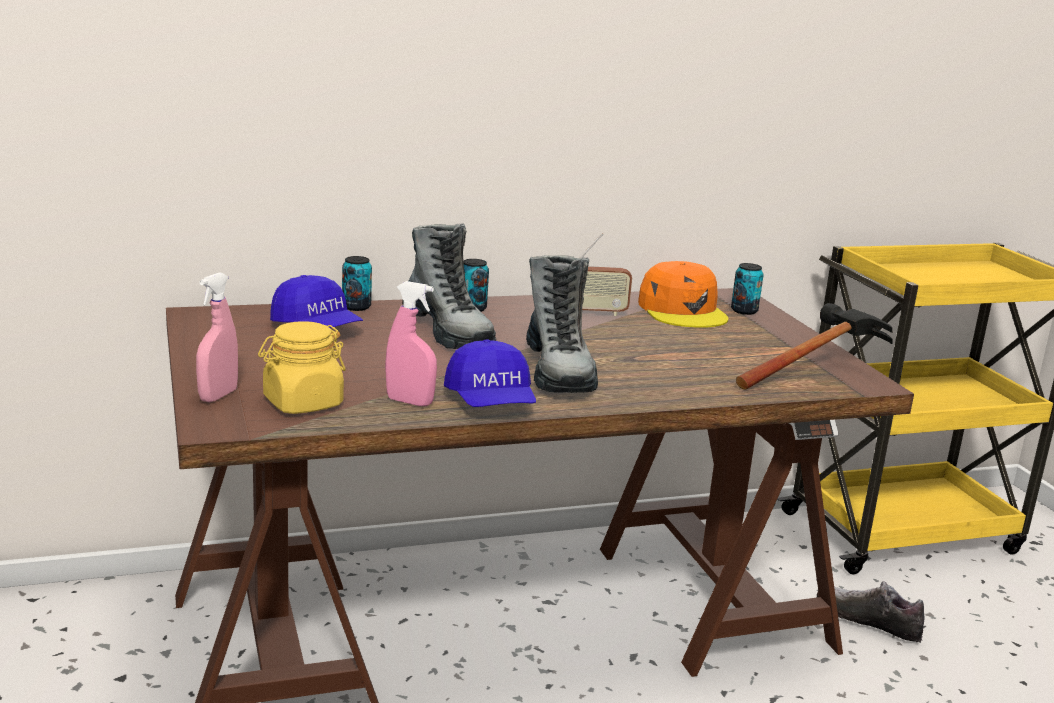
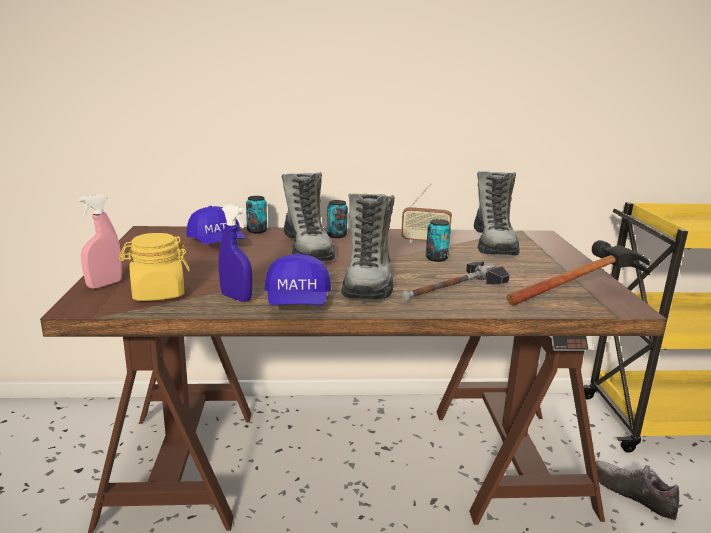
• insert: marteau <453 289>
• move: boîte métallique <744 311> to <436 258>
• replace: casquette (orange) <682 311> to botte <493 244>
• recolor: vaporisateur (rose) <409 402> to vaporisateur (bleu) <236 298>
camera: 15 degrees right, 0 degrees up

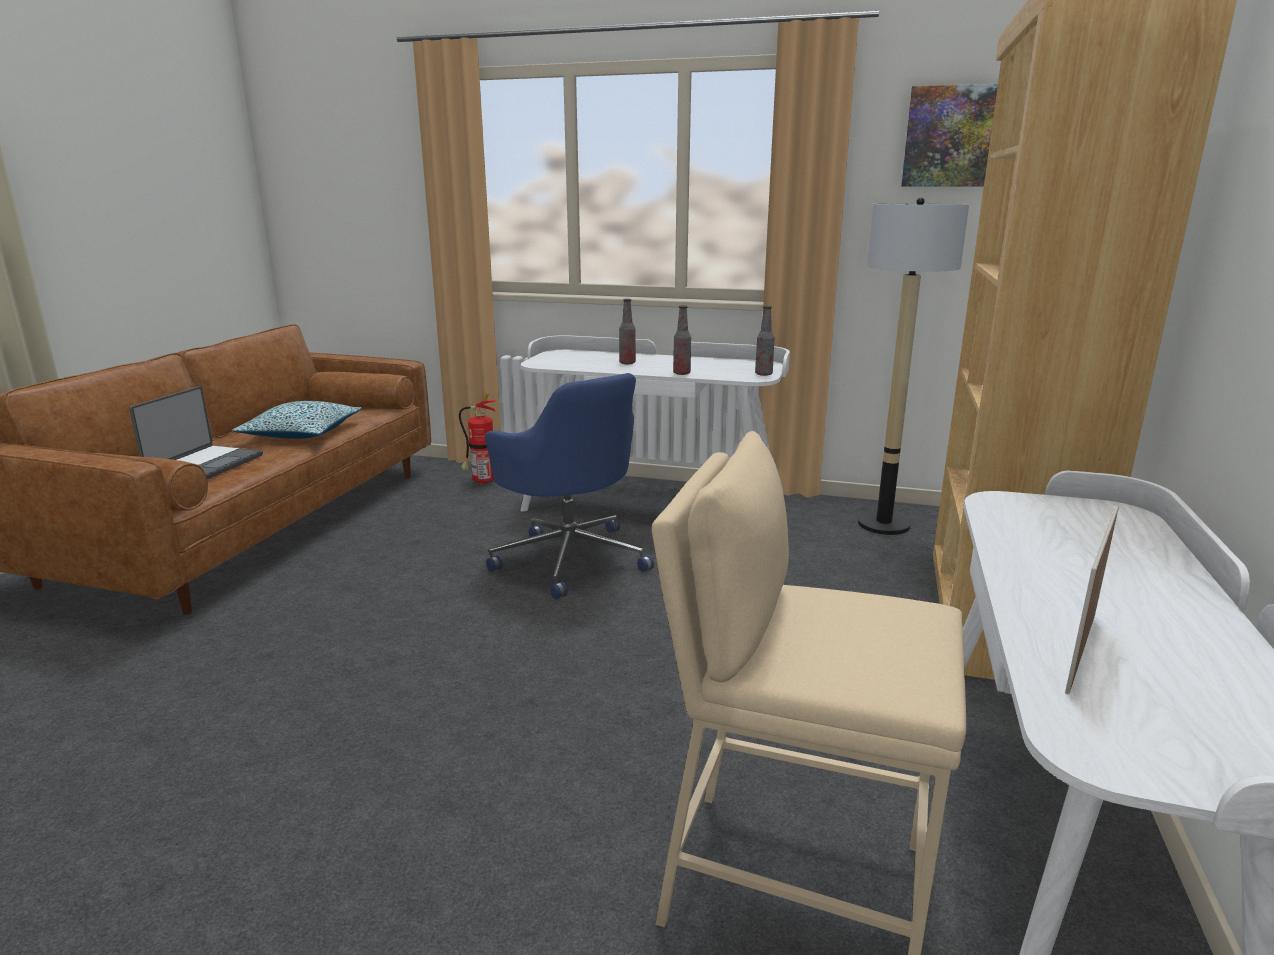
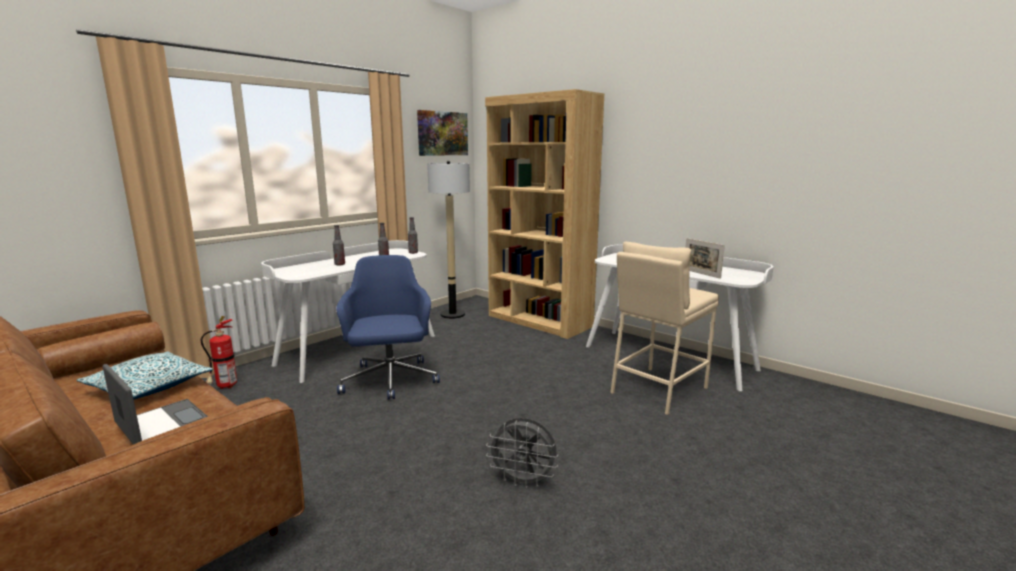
• insert: ventilateur (gris) <523 481>
• rotate: chaise de bureau (bleu) <570 558> = <390 380> 90 degrees counterclockwise
camera: 65 degrees left, 5 degrees down

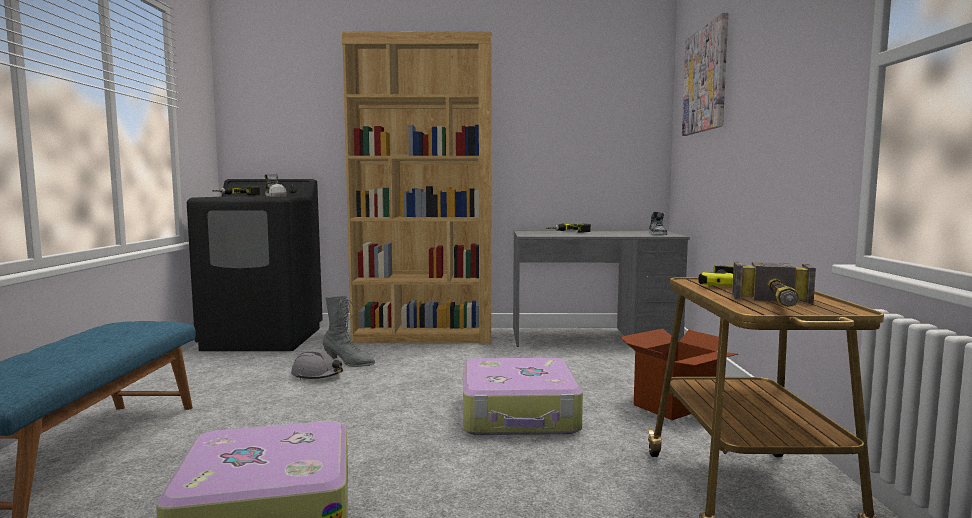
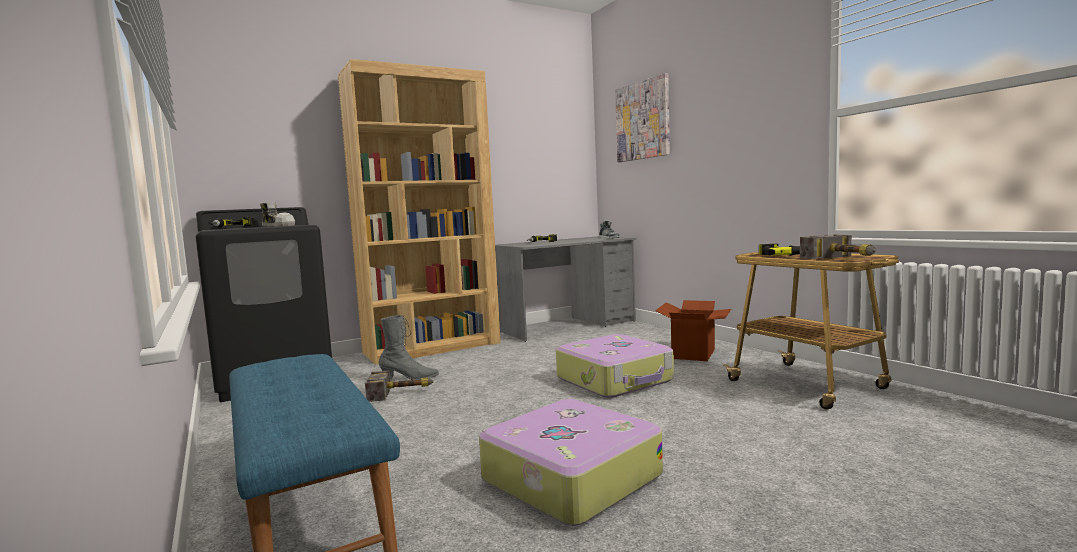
• replace: casque de chantier (gris) <317 376> to marteau <402 393>
camera: 30 degrees left, 0 degrees up

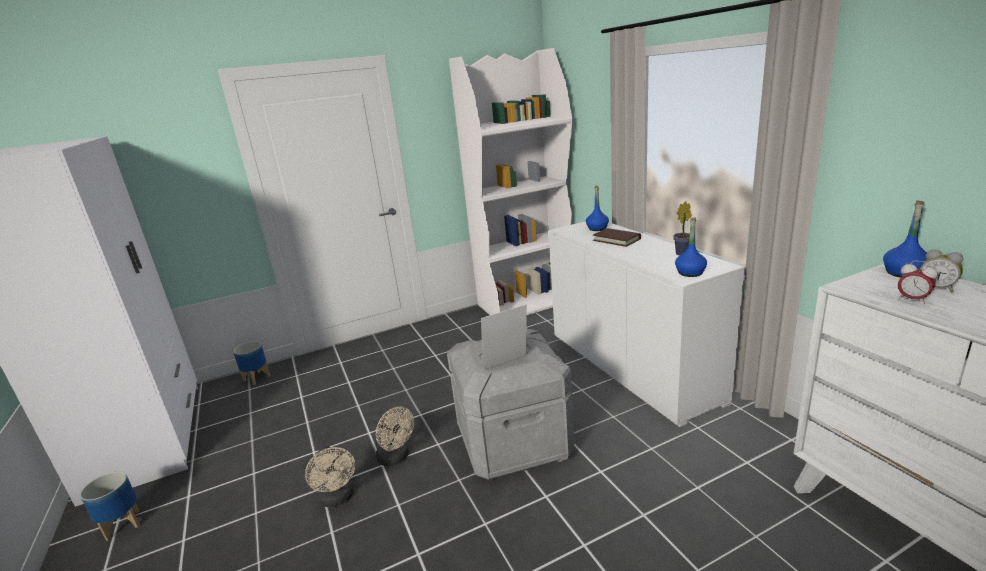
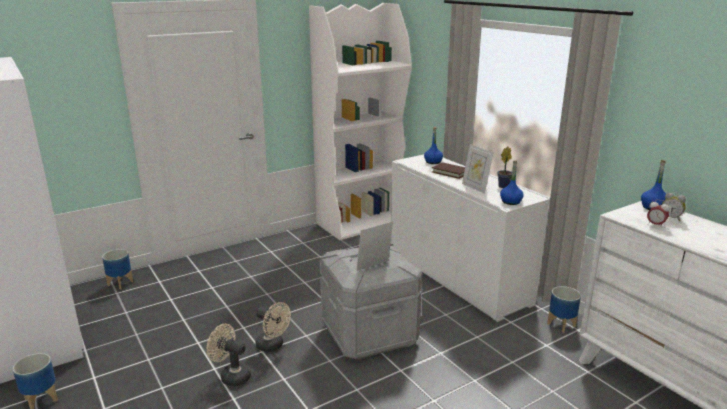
• insert: cadre photo <475 188>
• insert: cache-pot <561 325>
• rotate: ventilateur (beige) <338 498> = <231 376> 150 degrees clockwise
camera: 10 degrees left, 0 degrees up

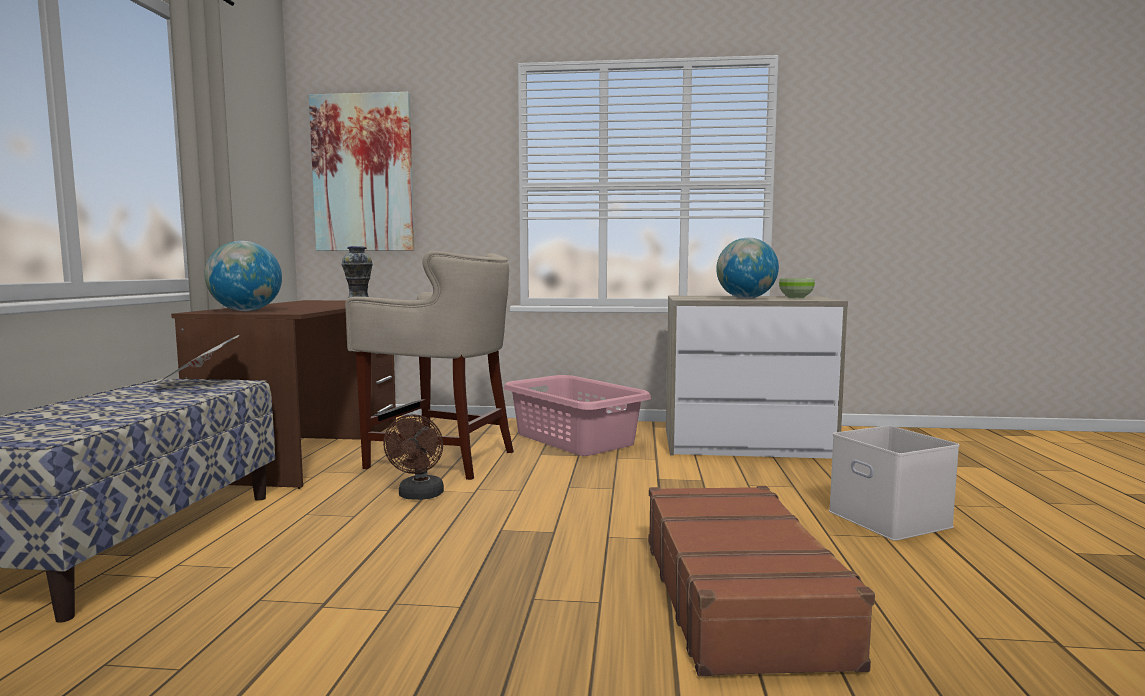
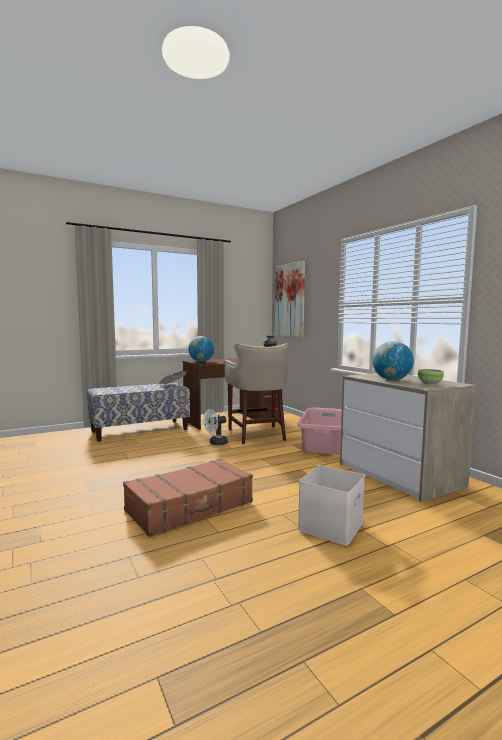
• recolor: ventilateur (marron) <419 496> to ventilateur (blanc) <215 443>
camera: 55 degrees right, 0 degrees up

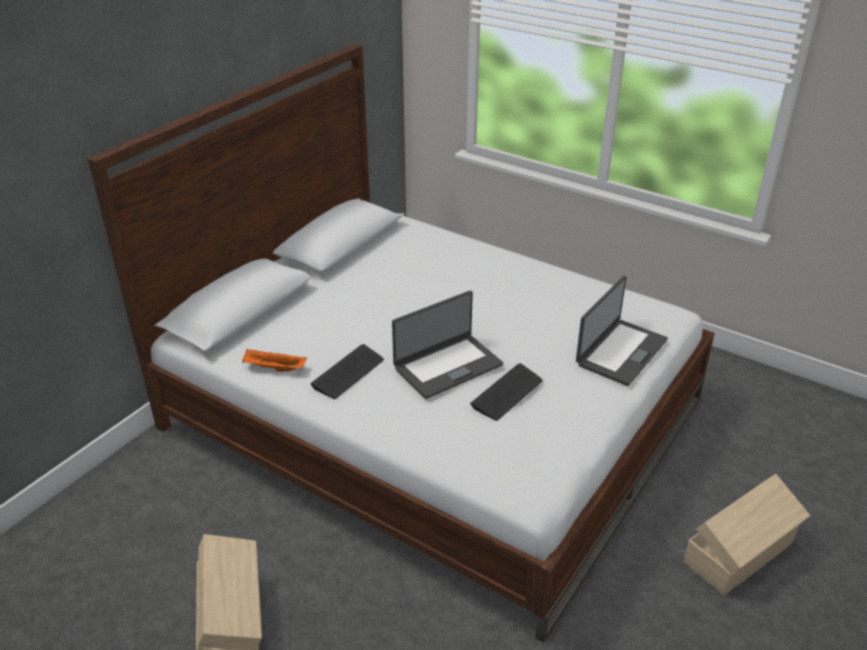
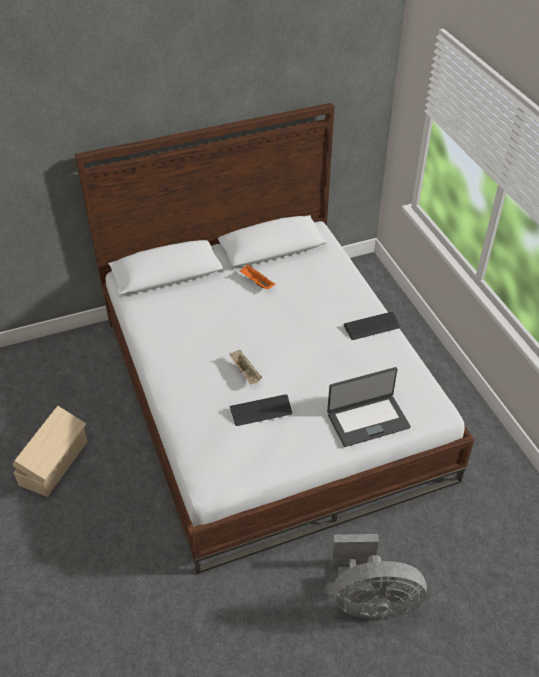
• move: plateau (orange) <274 368> to <256 282>
• move: clavier <348 373> to <372 327>
• replace: ordinateur portable <447 366> to plateau (beige) <246 372>
• replace: boîte de rangement (beige) <740 553> to ventilateur (gris) <370 600>
camera: 35 degrees right, 10 degrees up

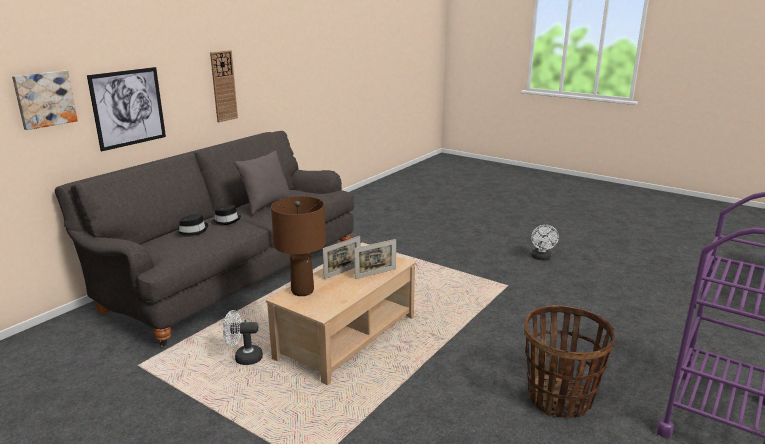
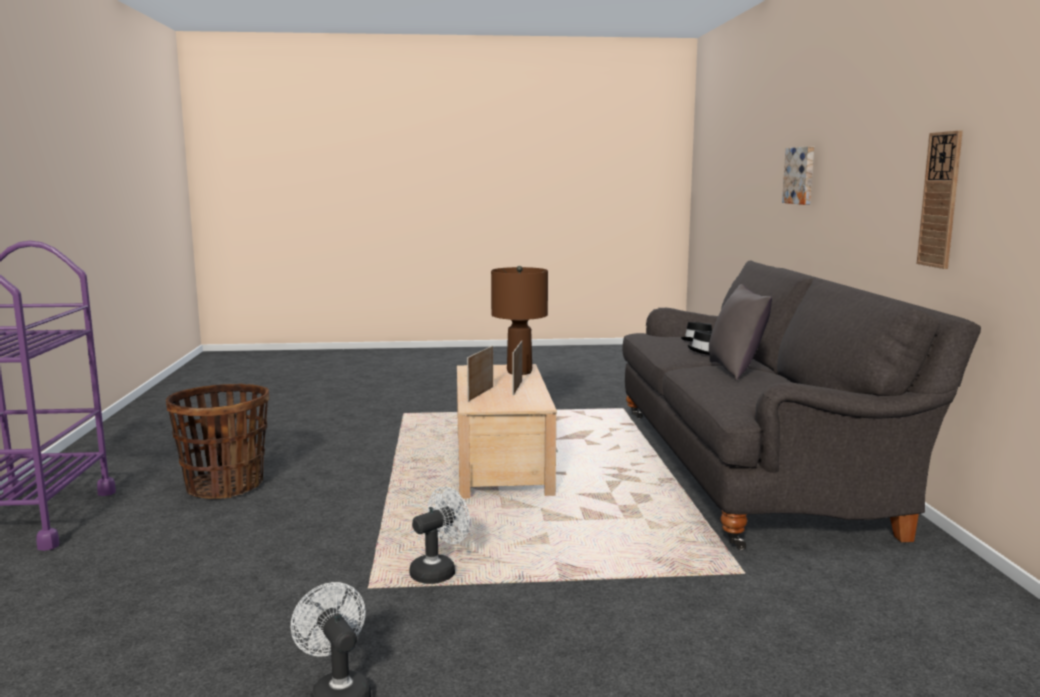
• delete: tableau <128 108>
• move: ventilateur (blanc) <243 358> to <438 571>
camera: 140 degrees right, 10 degrees down

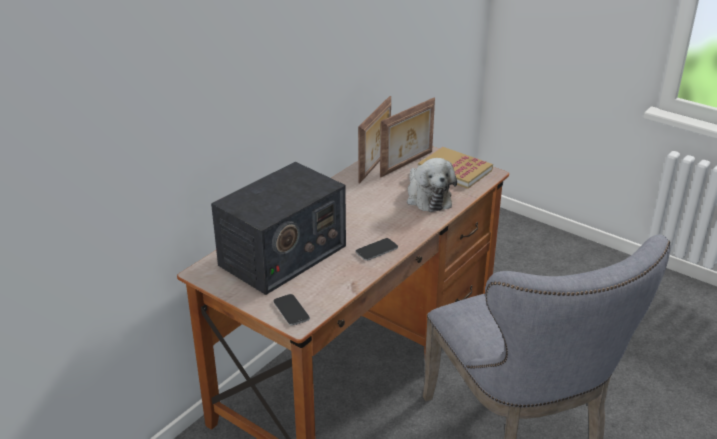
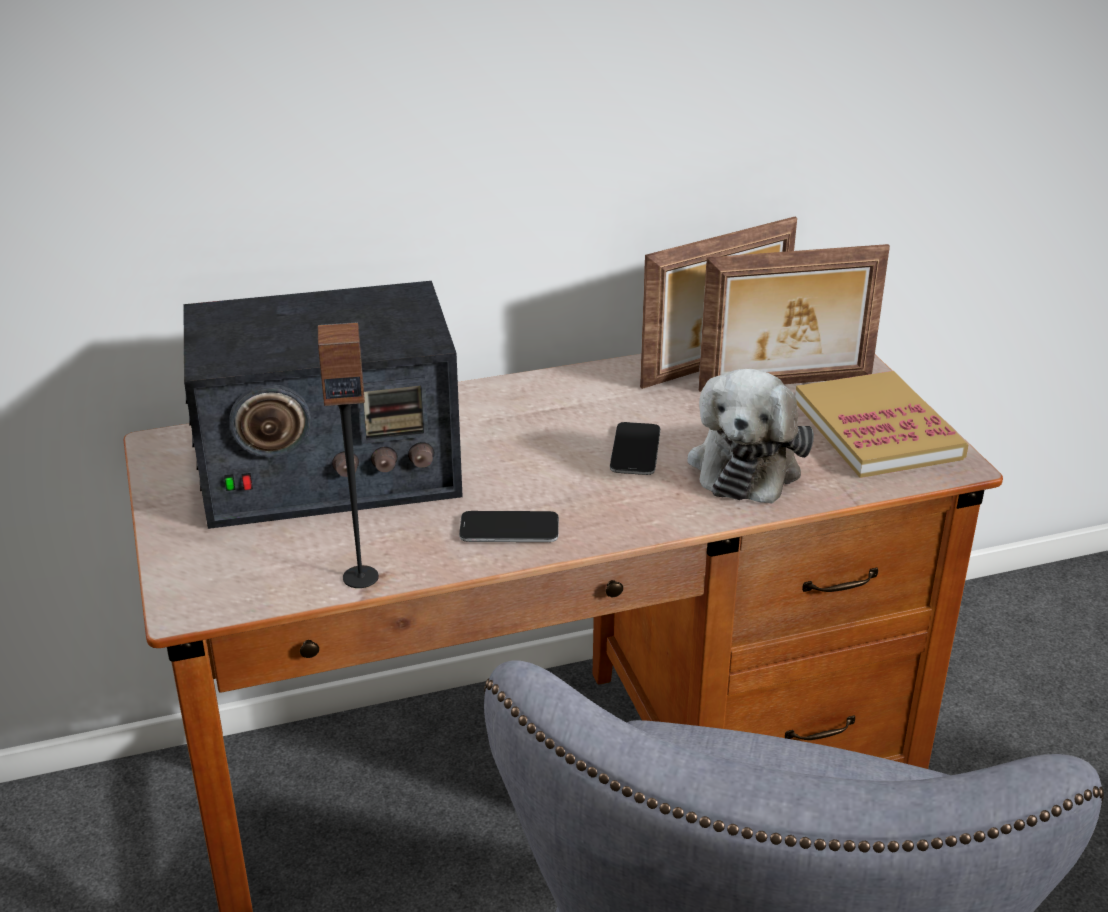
• insert: enceinte <360 577>
• move: téléphone <291 310> to <635 450>
camera: 35 degrees right, 0 degrees up

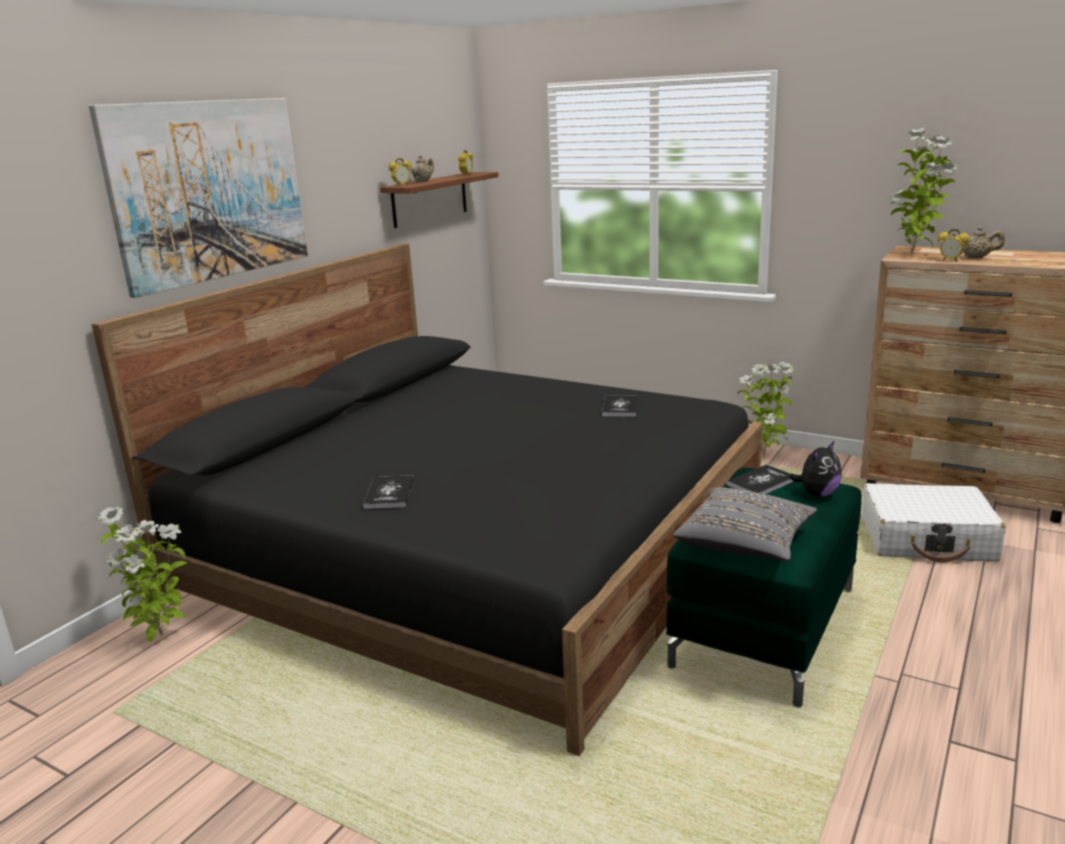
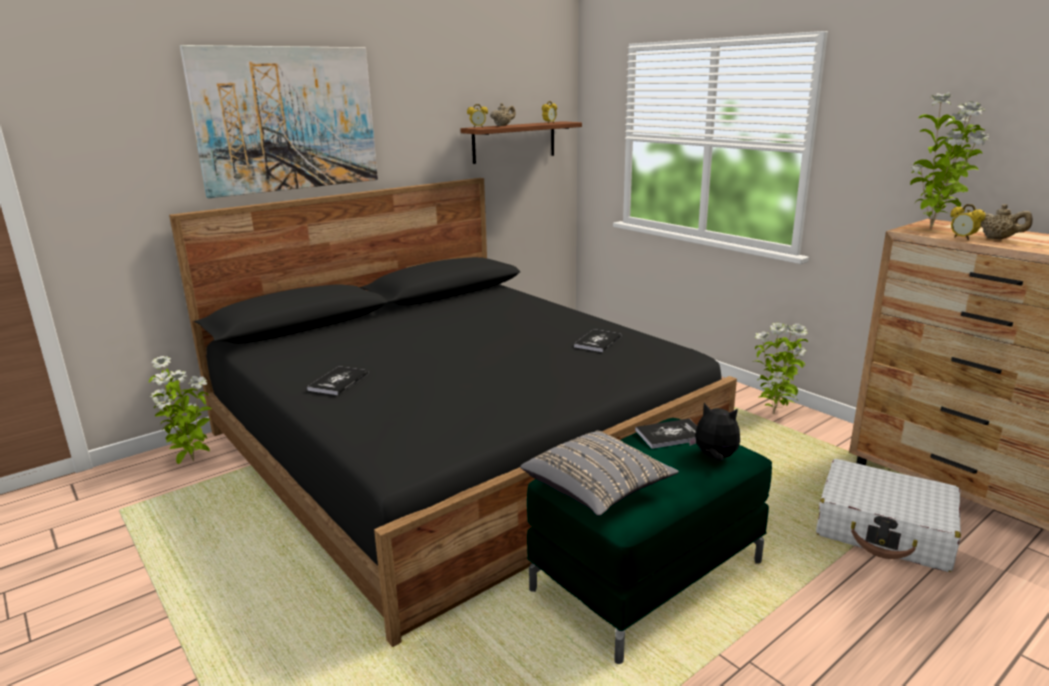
• rotate: peluche <817 494> = <715 457> 135 degrees counterclockwise
camera: 20 degrees right, 0 degrees up

